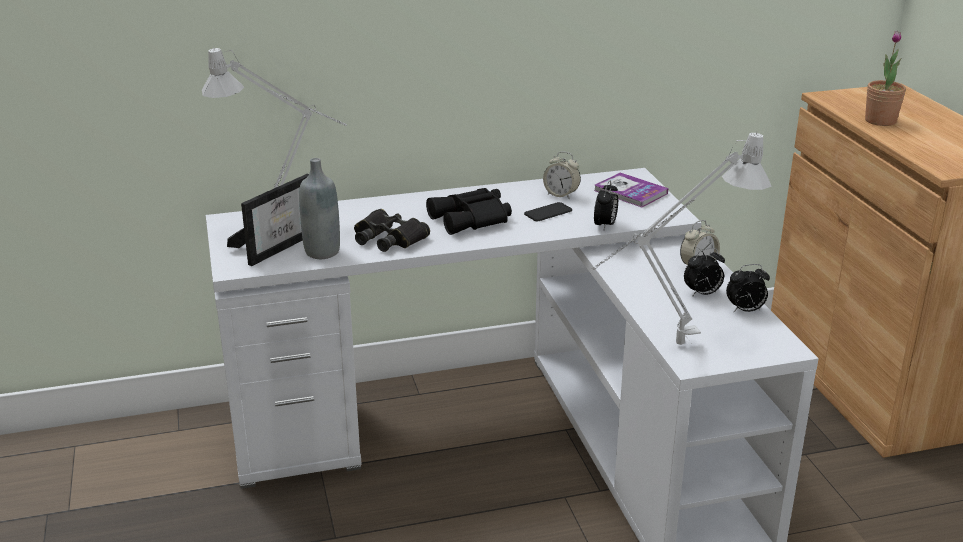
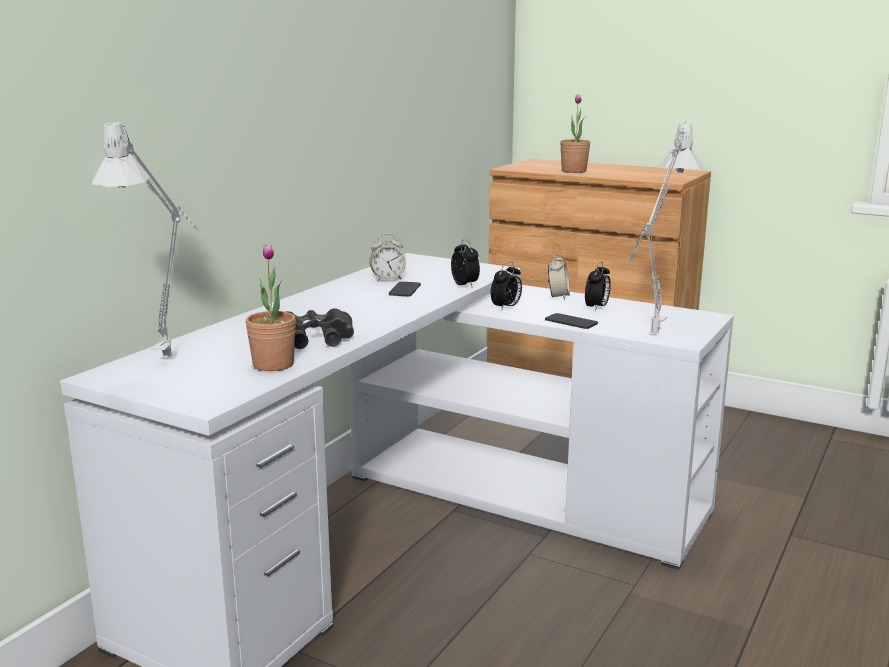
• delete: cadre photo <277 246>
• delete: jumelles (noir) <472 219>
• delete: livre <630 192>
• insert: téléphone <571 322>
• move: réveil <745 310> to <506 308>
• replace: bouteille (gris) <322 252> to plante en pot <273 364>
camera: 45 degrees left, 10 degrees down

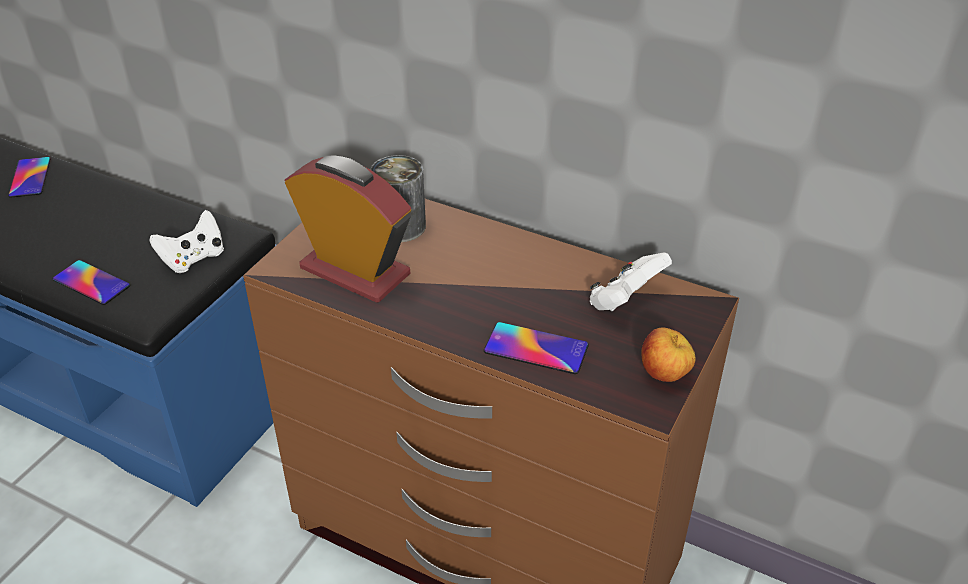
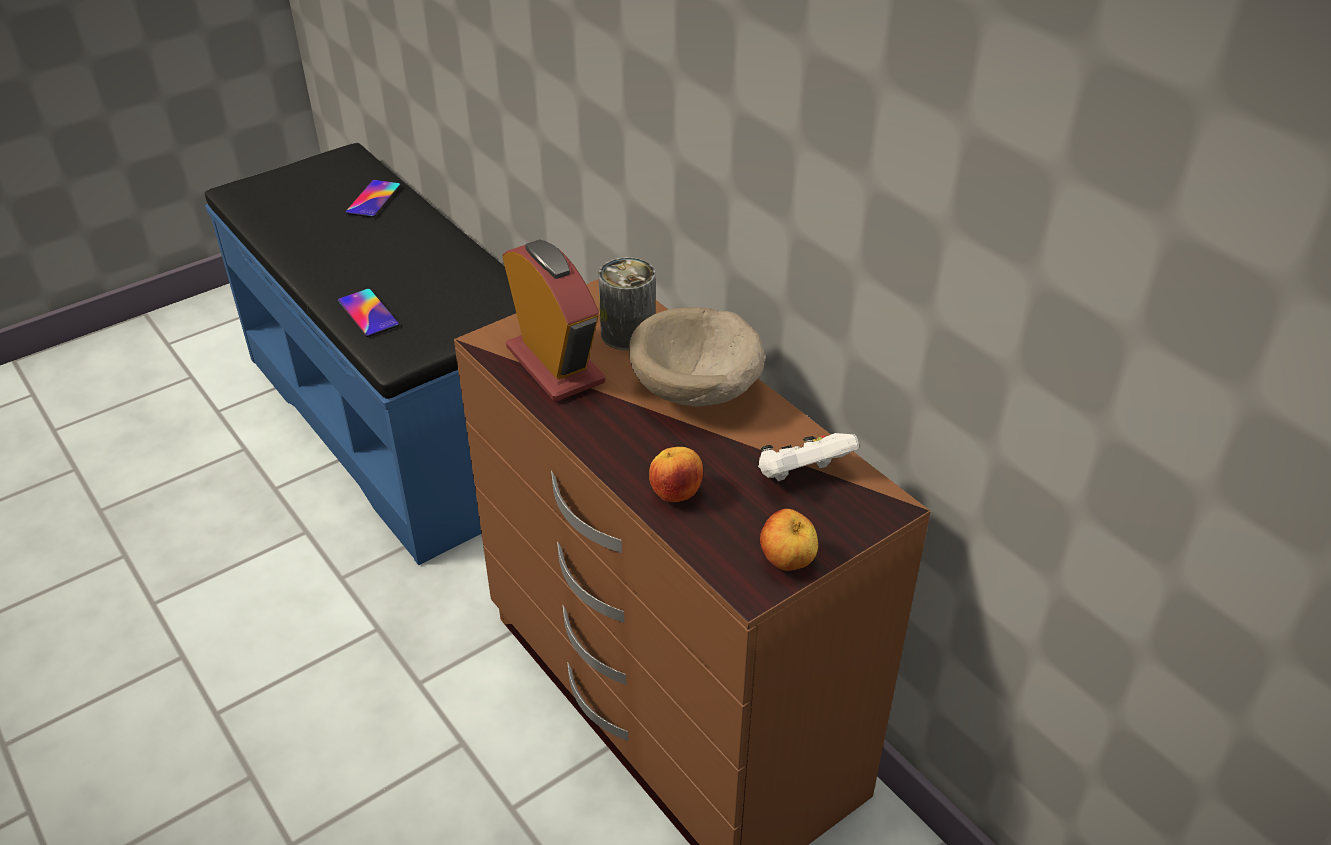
• delete: manette (blanc) <193 258>
• insert: bol (beige) <697 393>
• replace: téléphone <536 349> to pomme <675 494>
camera: 25 degrees right, 0 degrees up

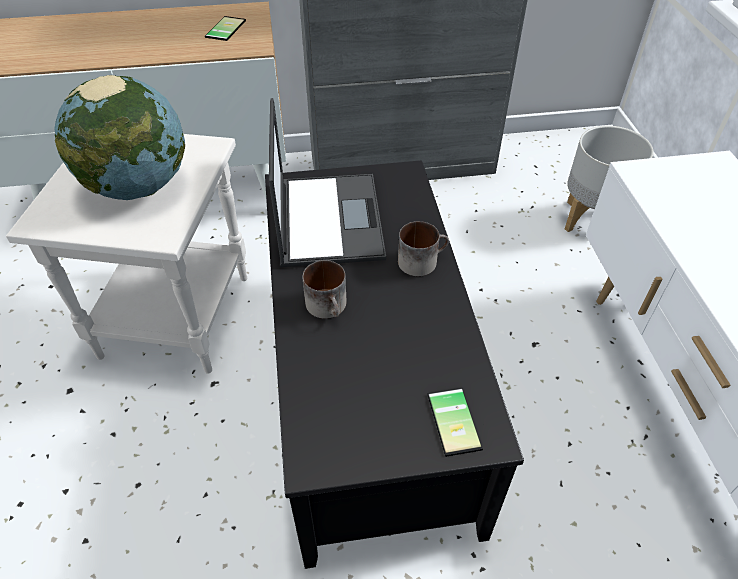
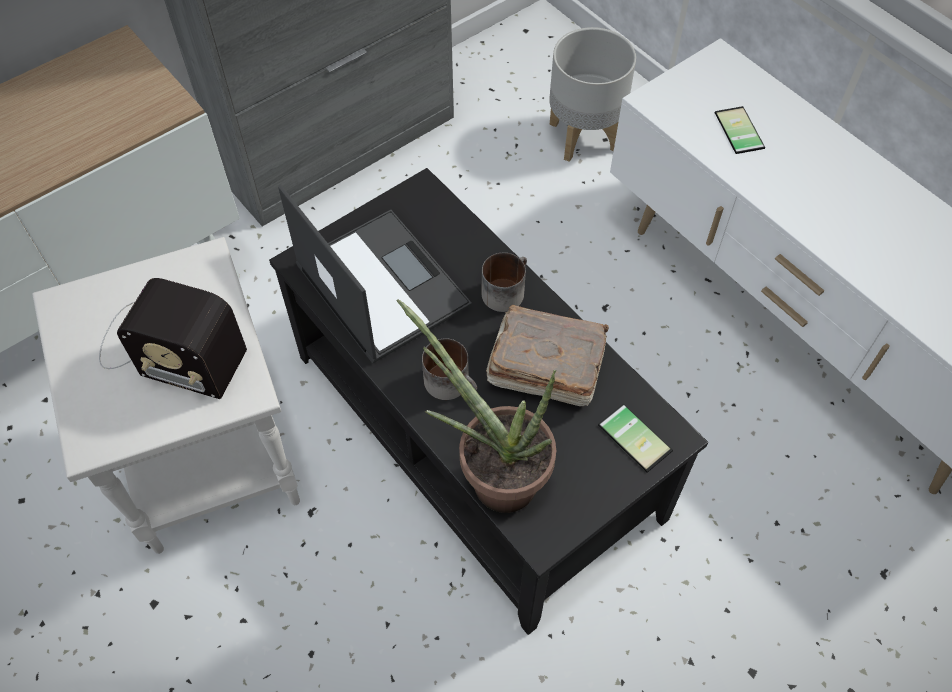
• insert: plante en pot <492 476>
• insert: livre (marron) <544 366>
• move: téléphone <223 28> to <736 131>
• replace: globe <138 186> to radio <167 347>
camera: 30 degrees left, 10 degrees up

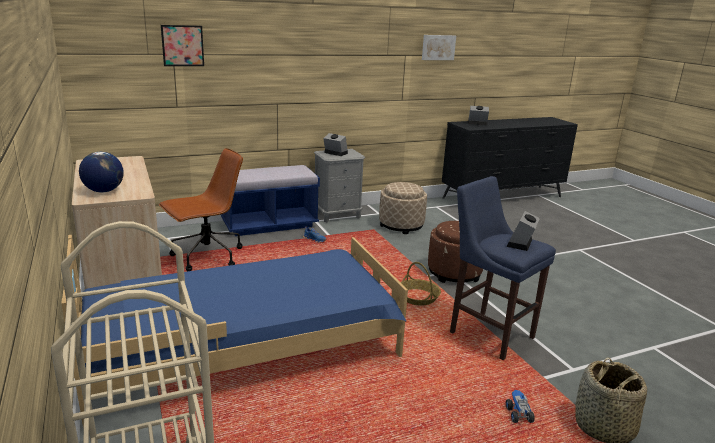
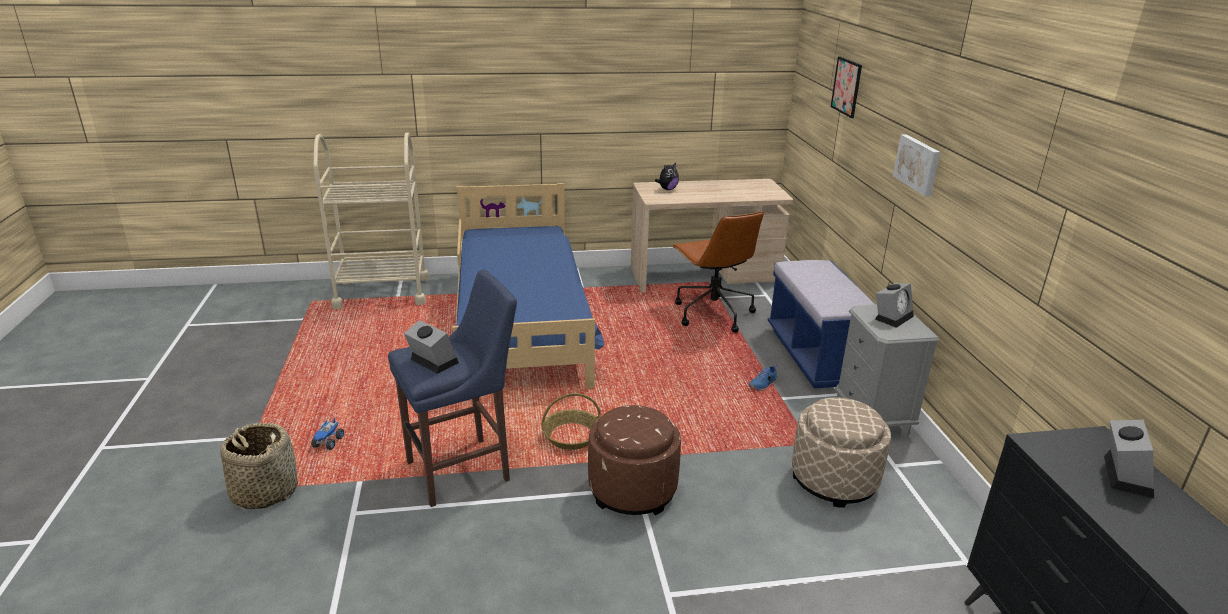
• move: tableau <438 47> to <918 164>
• replace: globe <103 191> to peluche <667 189>
• rotate: camion jouet <518 414> = <328 442> 90 degrees clockwise
camera: 105 degrees right, 5 degrees up

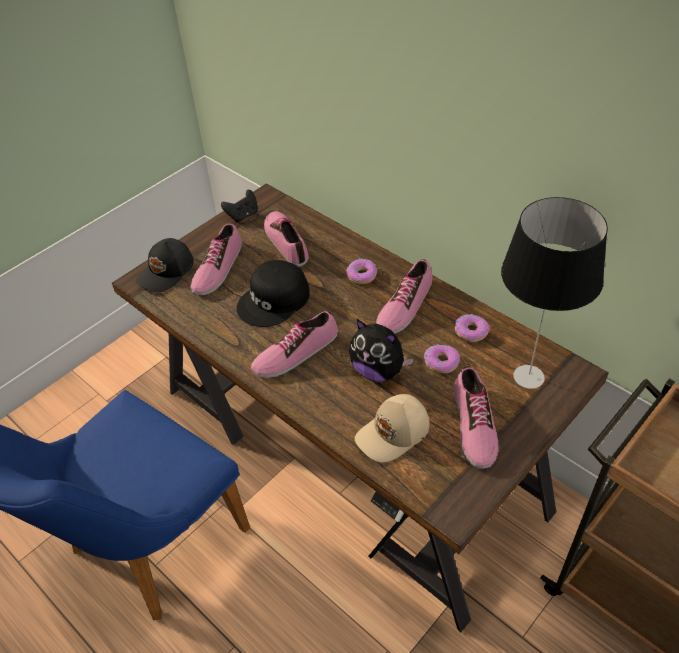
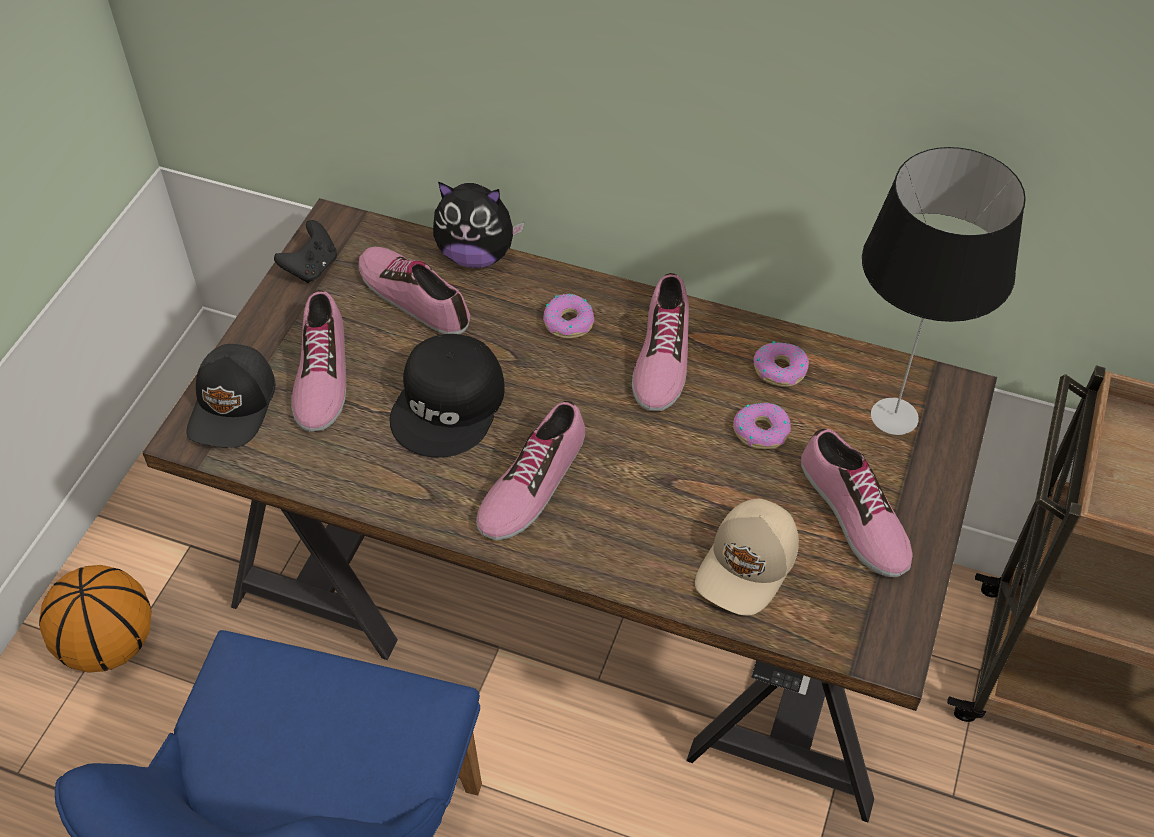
• insert: ballon de basket <110 643>
• move: peluche <378 371> to <476 255>
camera: 25 degrees left, 5 degrees up

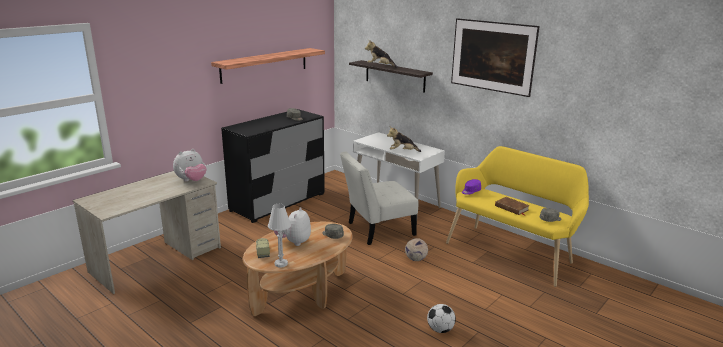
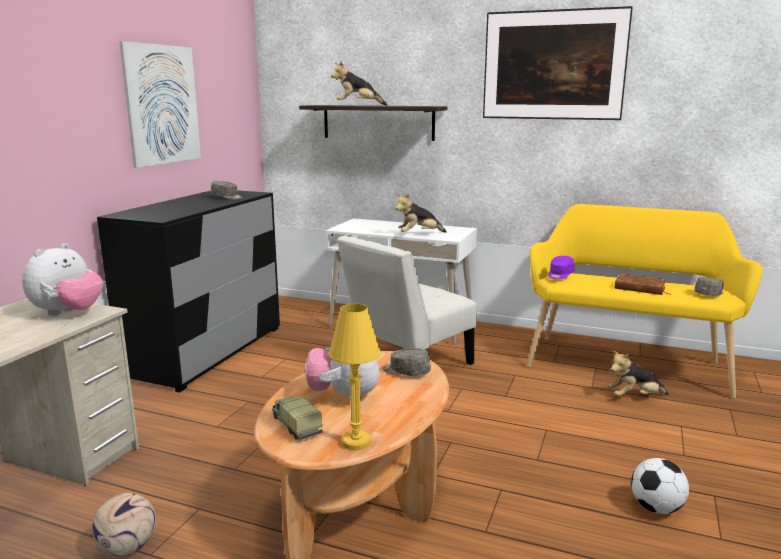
• insert: peluche <635 397>
• move: ballon de foot <415 259> to <127 548>
• replace: étagère <265 65> to tableau <162 105>
• recolor: lampe de table (blanc) <281 264> to lampe de table (jaune) <356 442>
camera: 20 degrees left, 5 degrees down

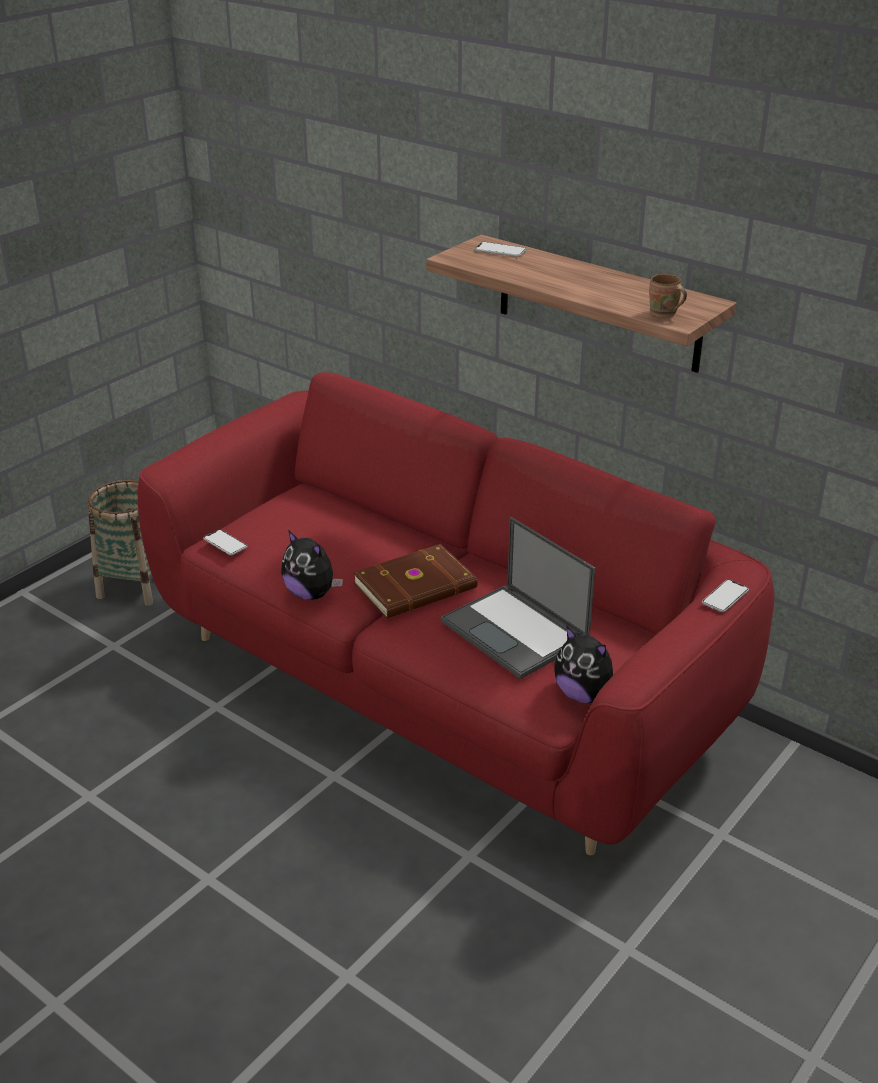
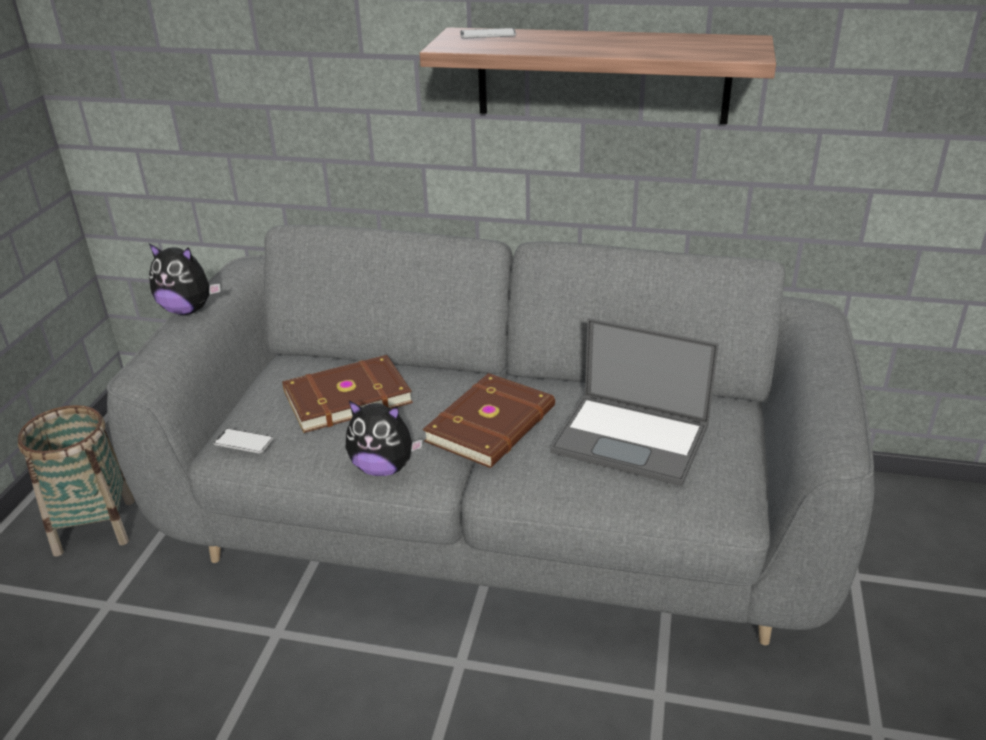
• delete: mug (marron) <663 314>
• delete: téléphone <725 597>
• insert: livre (marron) <346 396>
• move: peluche <584 695> to <188 310>
• recolor: canapé (rouge) <439 685> to canapé (gris) <497 524>
camera: 25 degrees left, 0 degrees up

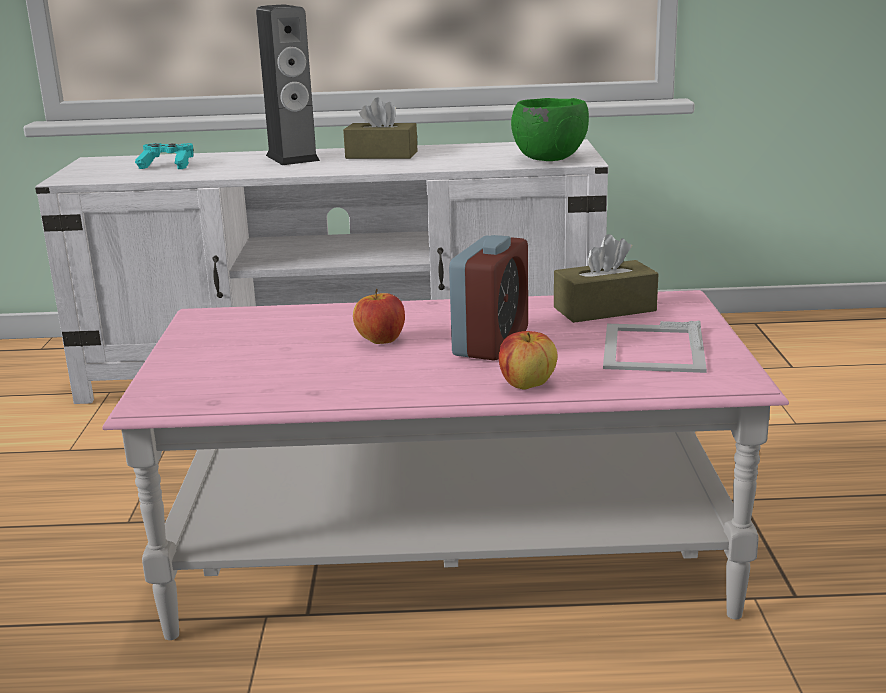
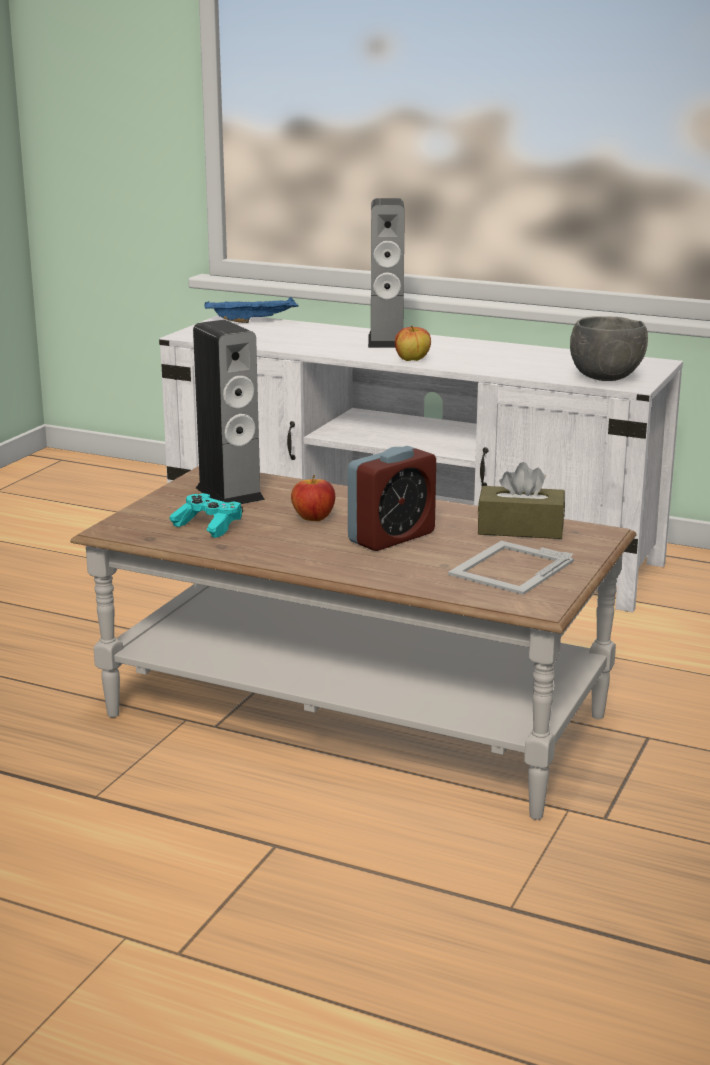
• delete: boîte à mouchoirs (marron) <381 155>
• insert: enceinte <229 493>
• insert: plateau (bleu) <253 321>
• move: manette (turquoise) <167 166> to <208 526>
• move: pomme <527 385> to <412 360>
• recolor: table basse (rose) <449 556> to table basse (marron) <354 715>
• recolor: bol (vert) <548 159> to bol (gris) <605 378>
camera: 25 degrees right, 0 degrees up

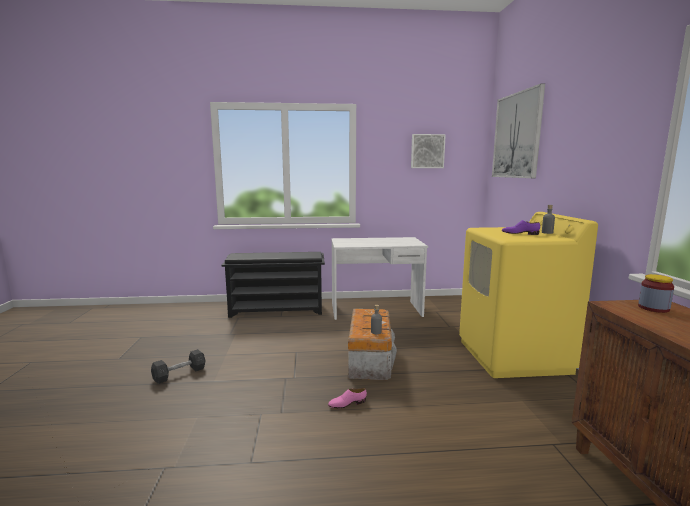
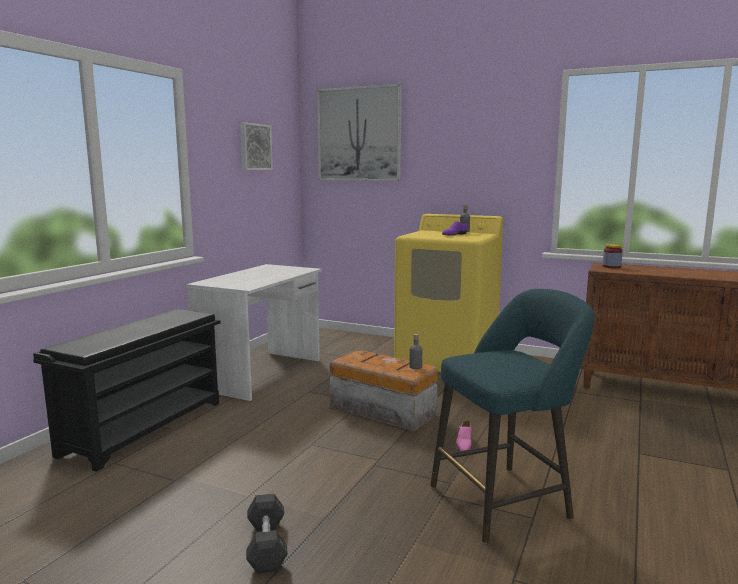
• insert: tabouret (turquoise) <505 501>
camera: 60 degrees left, 0 degrees up

